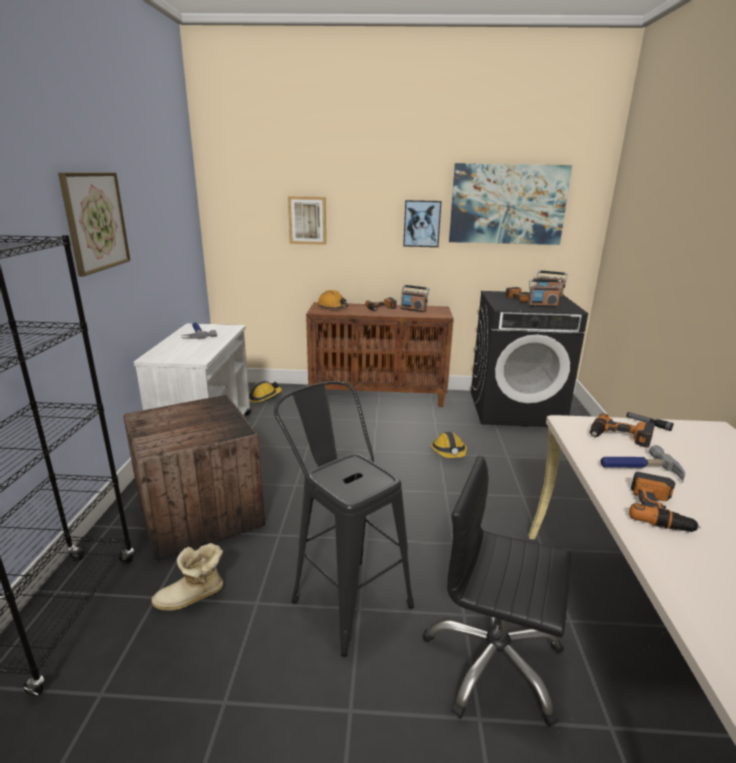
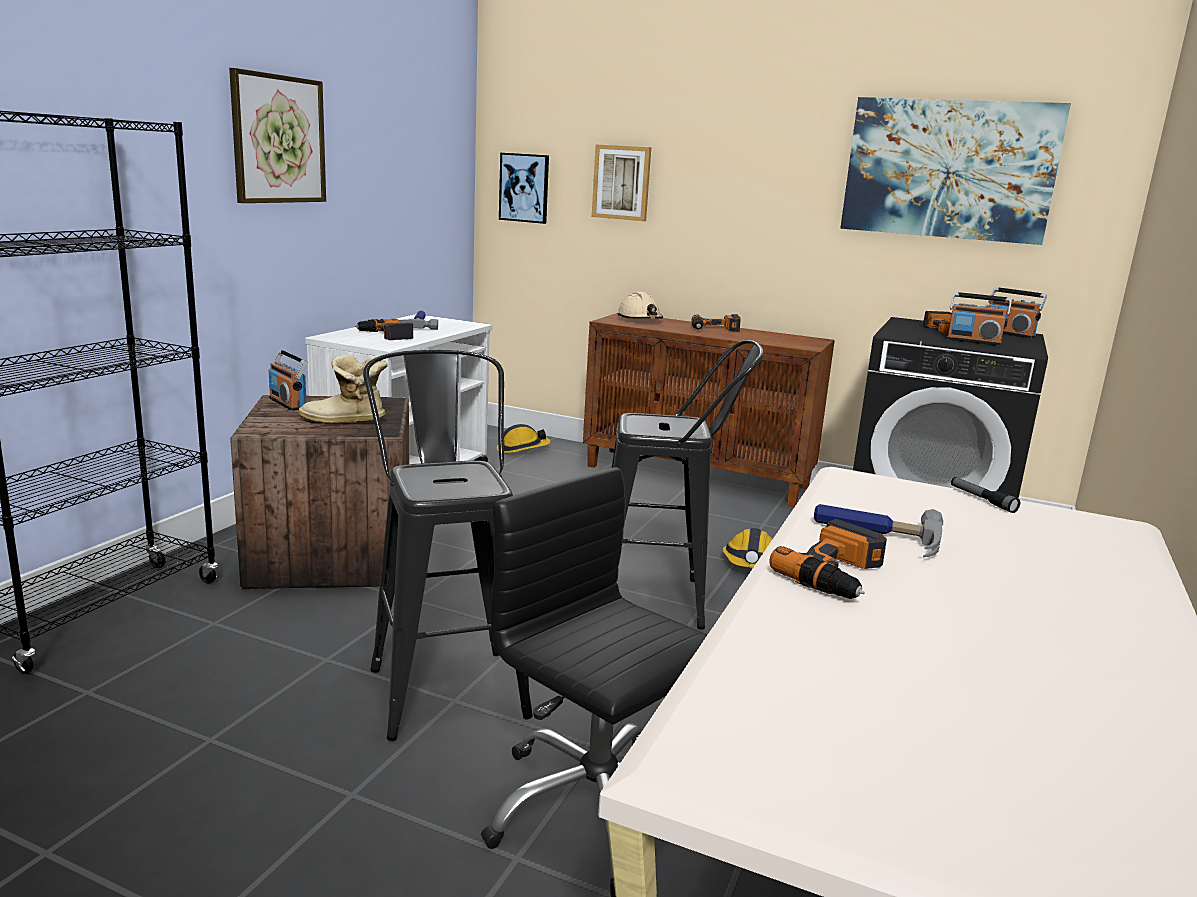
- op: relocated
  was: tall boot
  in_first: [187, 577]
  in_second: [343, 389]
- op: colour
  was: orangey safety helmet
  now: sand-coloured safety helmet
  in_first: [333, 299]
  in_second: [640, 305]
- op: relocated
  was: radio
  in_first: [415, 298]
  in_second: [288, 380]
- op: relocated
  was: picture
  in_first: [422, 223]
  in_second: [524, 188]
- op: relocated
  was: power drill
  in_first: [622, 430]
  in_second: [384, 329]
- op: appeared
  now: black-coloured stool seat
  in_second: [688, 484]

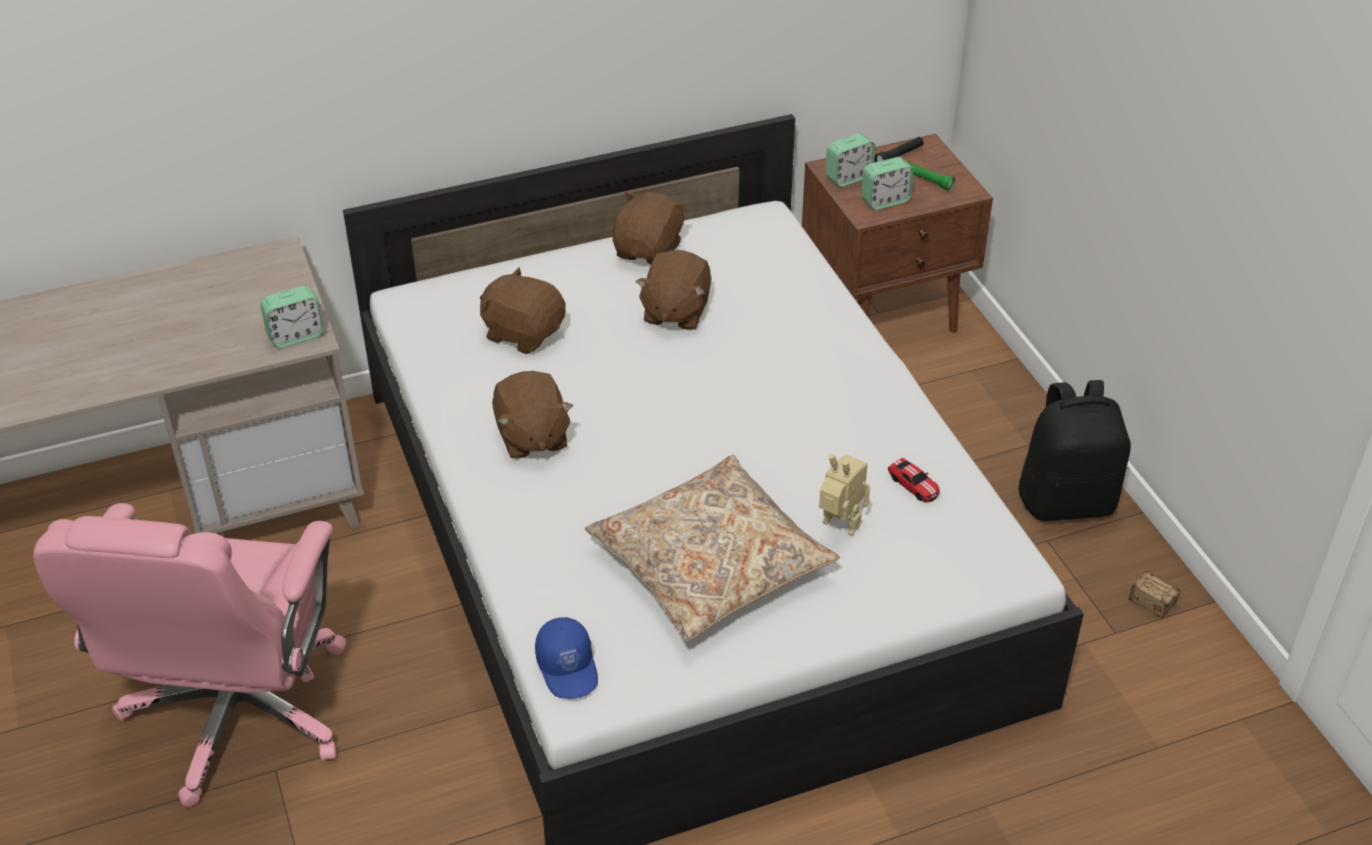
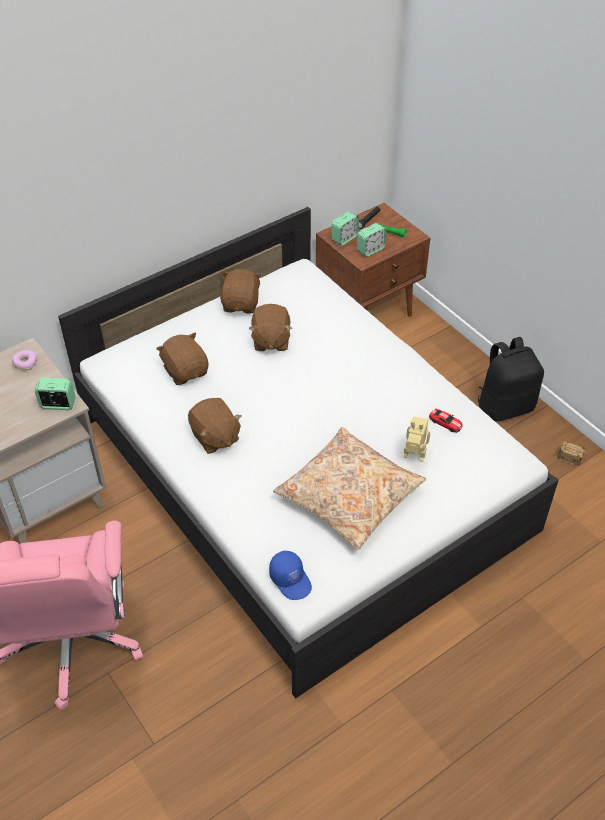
- op: spun
  was: table clock
  in_first: [292, 317]
  in_second: [55, 394]
  clockwise: -135
- op: spun
  was: brown plush toy
  in_first: [523, 310]
  in_second: [182, 359]
  clockwise: 45
- op: appeared
  now: ring doughnut
  in_second: [24, 360]

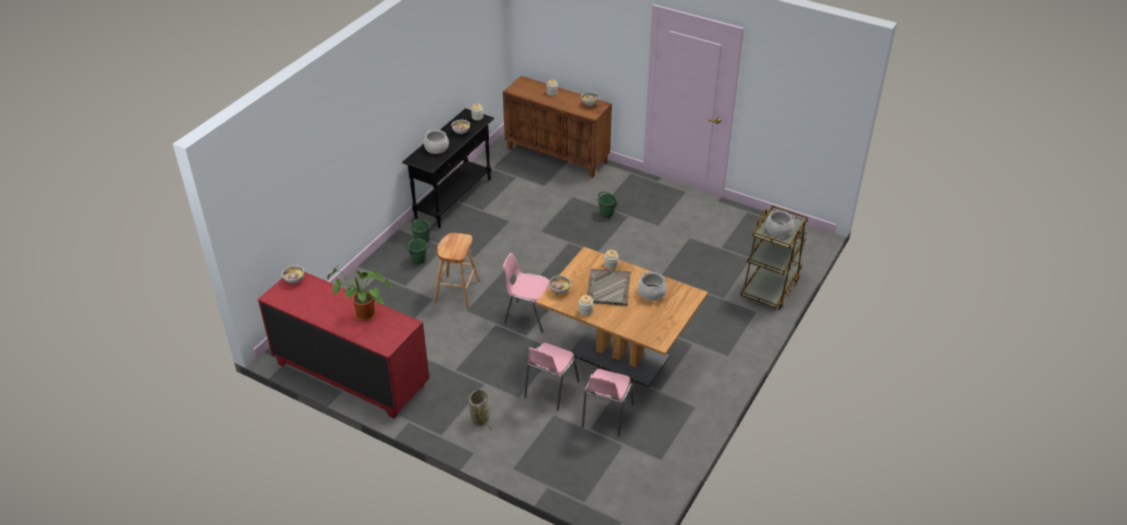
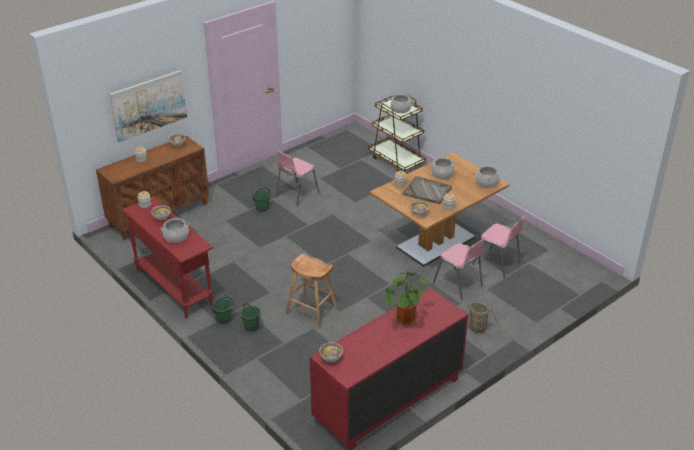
- op: colour
  was: black-coloured console table
  now: red-coloured console table
  in_first: [448, 168]
  in_second: [168, 258]
- op: relocated
  was: pink upright chair
  in_first: [526, 293]
  in_second: [297, 178]
- op: appeared
  now: picture
  in_second: [148, 106]
- op: appeared
  now: stockpot
  in_second: [487, 176]

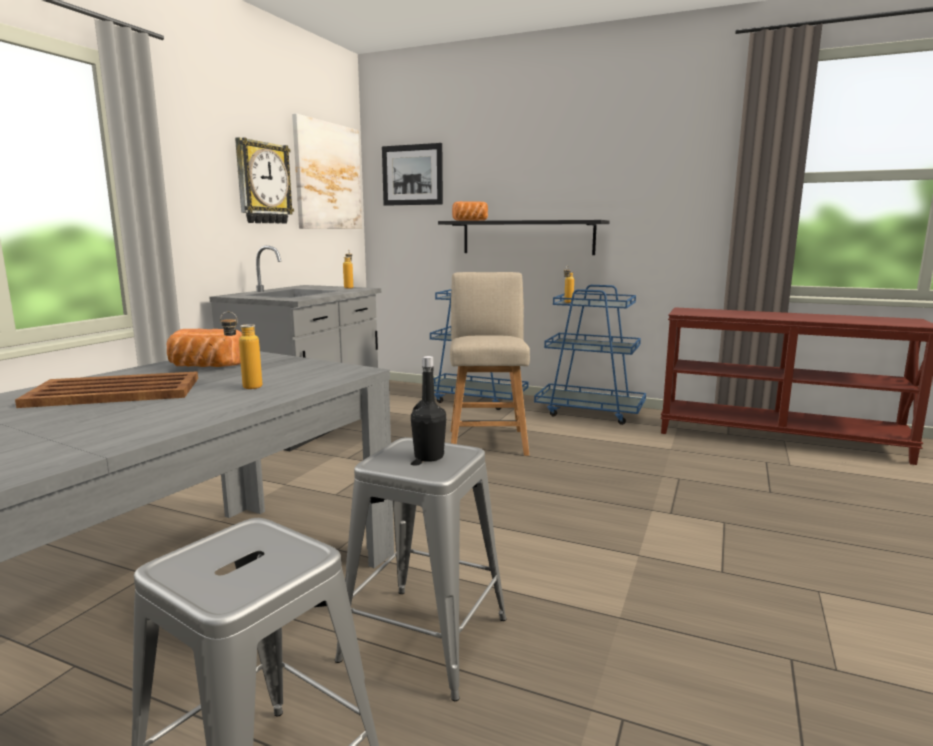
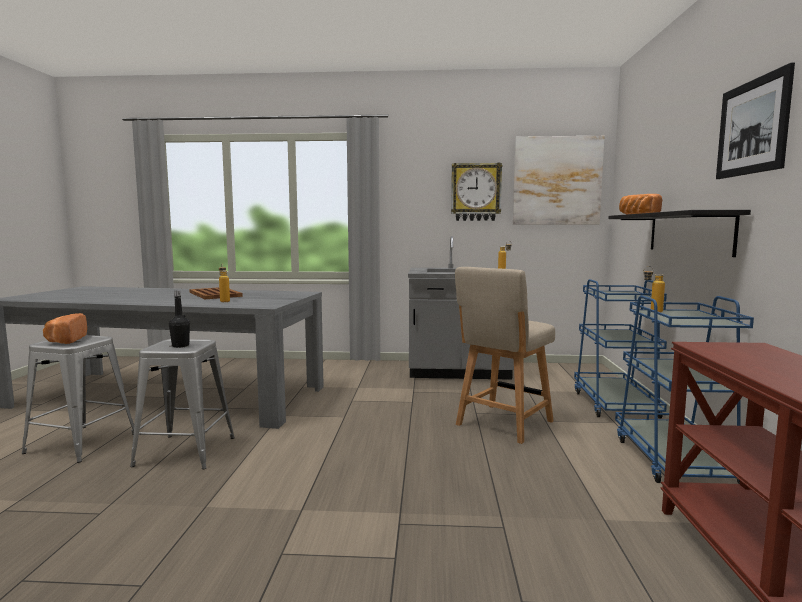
- op: relocated
  was: bread
  in_first: [204, 348]
  in_second: [65, 328]
- op: relocated
  was: picture
  in_first: [412, 174]
  in_second: [755, 120]
- op: spun
  was: sand-coloured upright chair
  in_first: [490, 364]
  in_second: [505, 355]
  clockwise: 150

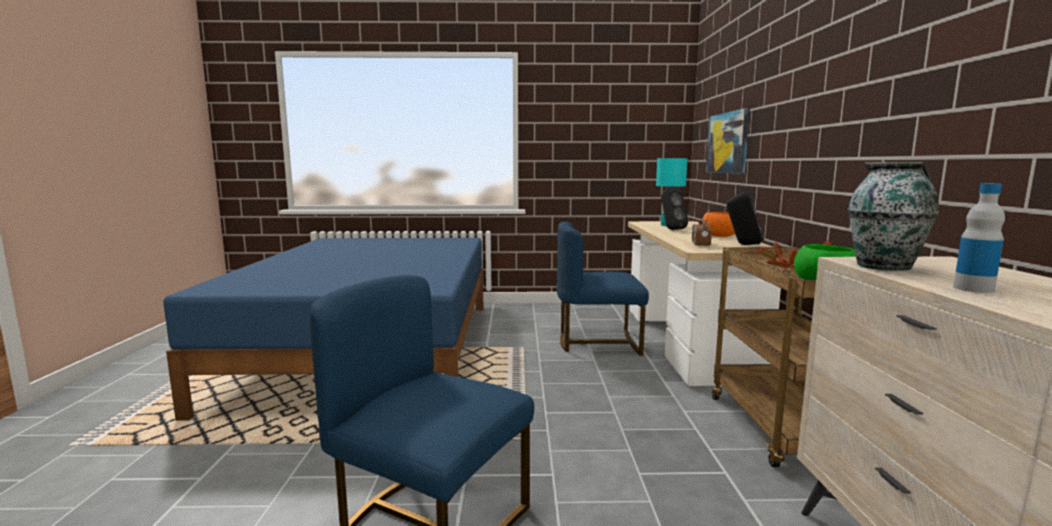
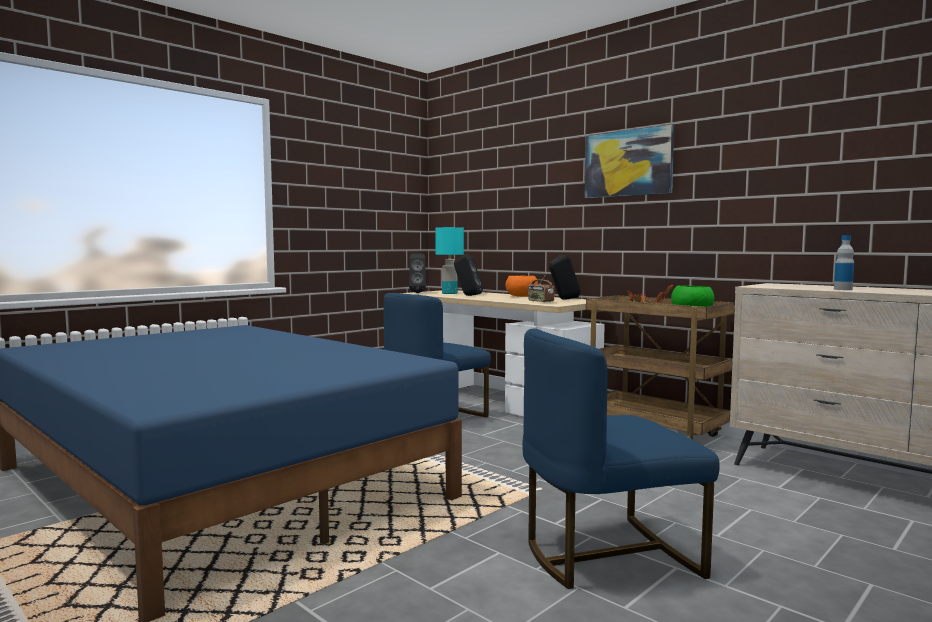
- op: relocated
  was: picture
  in_first: [728, 141]
  in_second: [629, 161]
- op: missing
  was: vase
  in_first: [893, 216]
- op: appeared
  now: black-coloured audio speaker
  in_second: [417, 273]

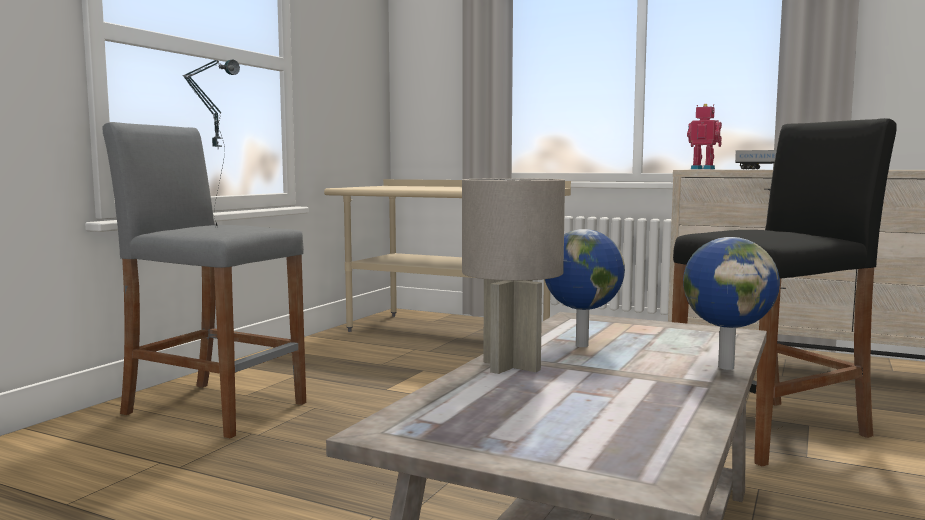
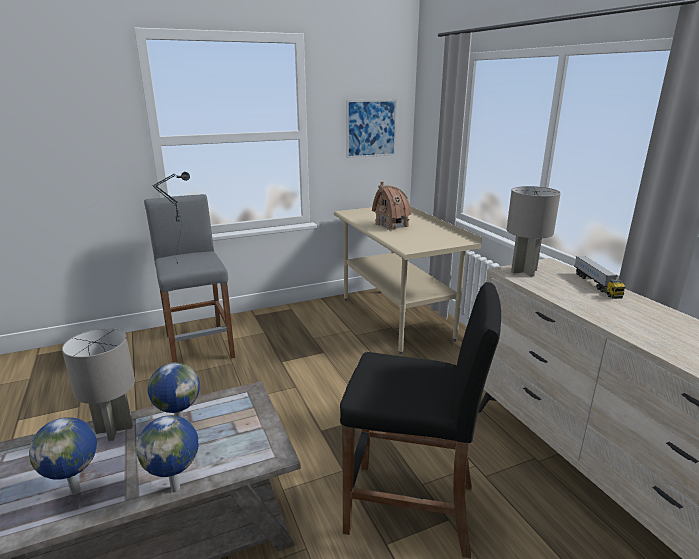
- op: exchanged
  was: robot figure
  now: grey lamp for a table
  in_first: [704, 136]
  in_second: [534, 231]
- op: appeared
  now: world globe
  in_second: [63, 456]
- op: appeared
  now: picture
  in_second: [371, 128]
- op: appeared
  now: miniature house
  in_second: [391, 206]

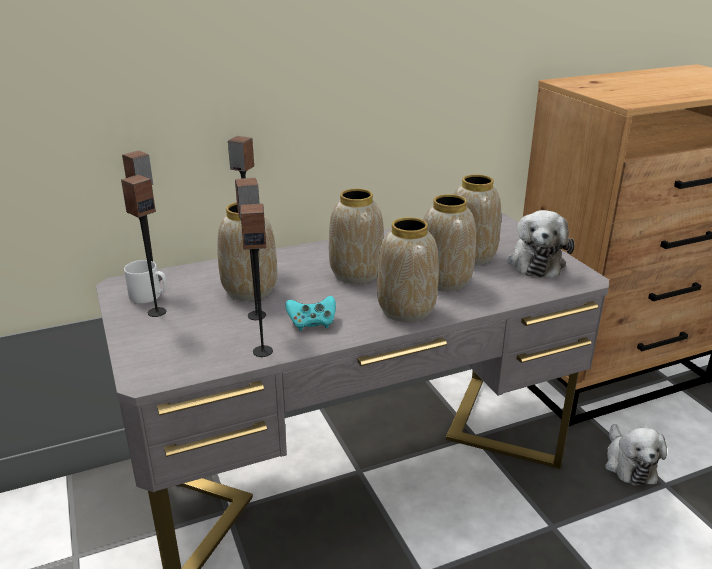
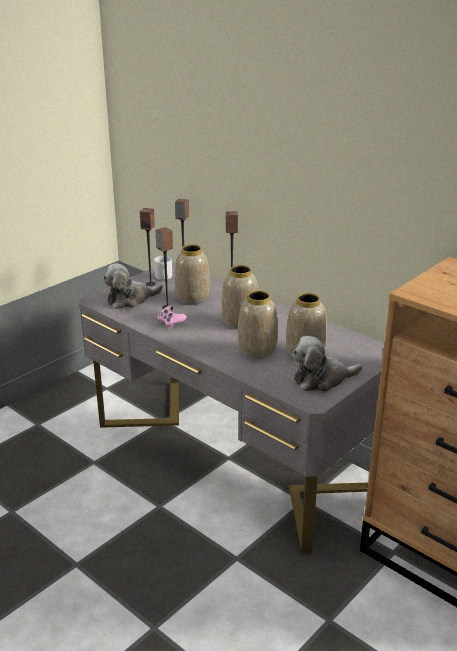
- op: missing
  was: audio speaker
  in_first: [257, 280]
- op: colour
  was: turquoise-coloured joypad
  now: pink joypad
  in_first: [310, 313]
  in_second: [172, 317]
- op: missing
  was: vase
  in_first: [408, 269]
- op: relocated
  was: plush toy
  in_first: [636, 455]
  in_second: [133, 286]

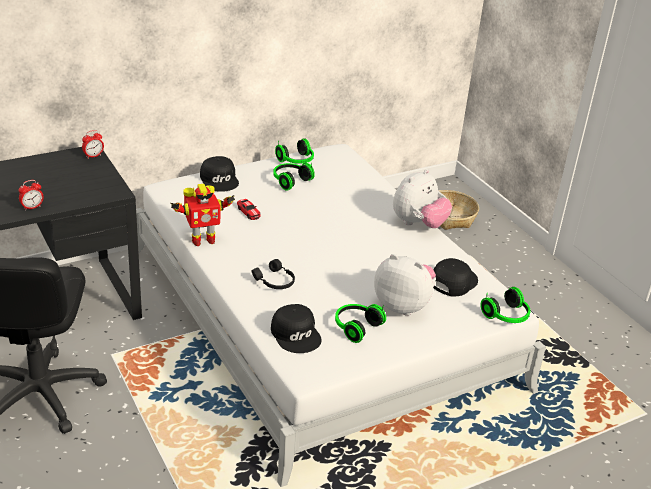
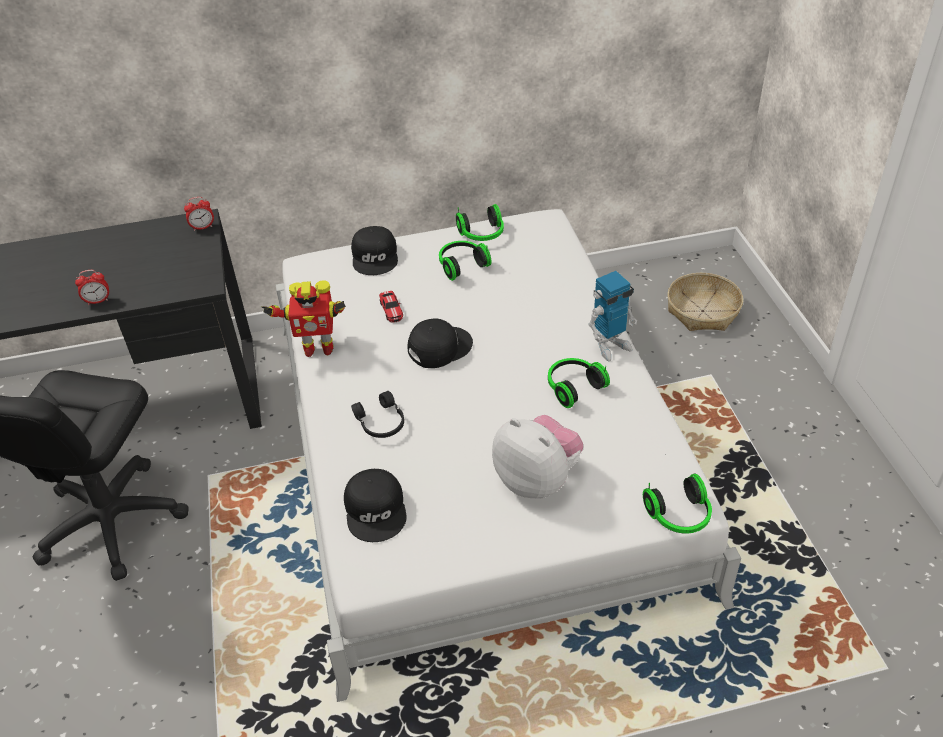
- op: relocated
  was: headset
  in_first: [360, 323]
  in_second: [579, 383]
- op: exchanged
  was: plush toy
  now: robot figure
  in_first: [422, 198]
  in_second: [612, 316]
- op: relocated
  was: black-coloured cap
  in_first: [455, 277]
  in_second: [440, 343]

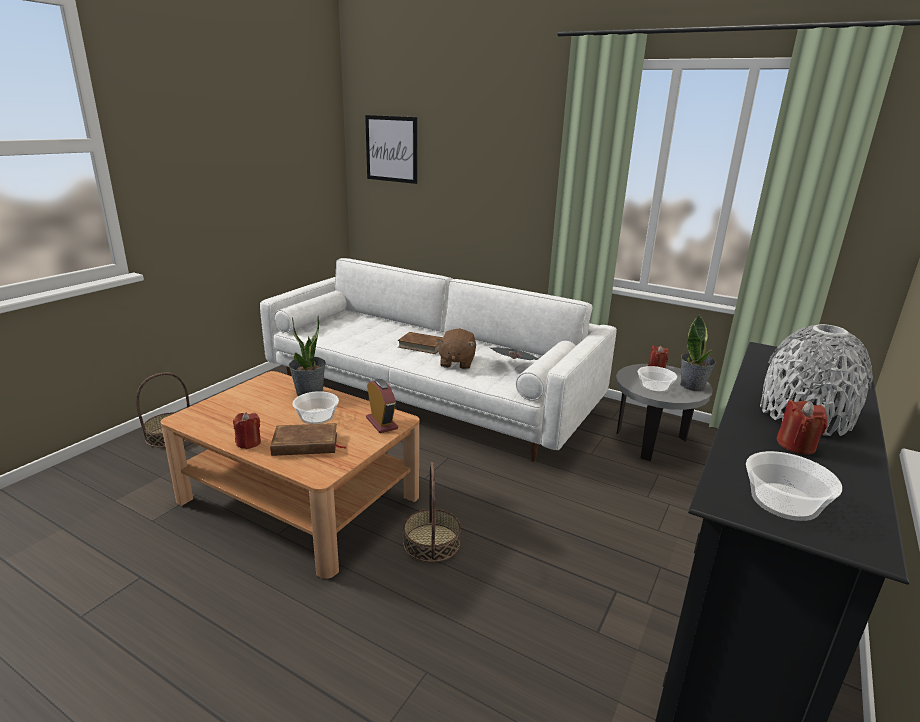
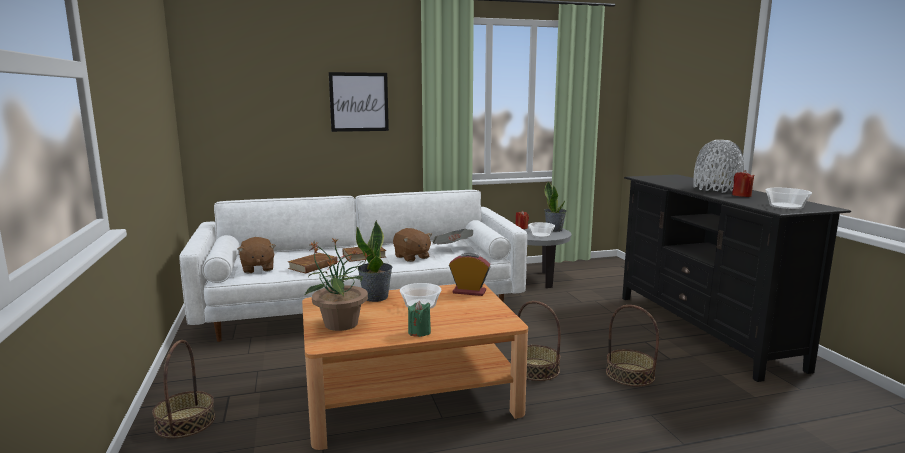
- op: colour
  was: red-coloured wax candle
  now: green wax candle
  in_first: [247, 430]
  in_second: [419, 319]
- op: relocated
  was: brown book
  in_first: [308, 439]
  in_second: [313, 263]
- op: relocated
  was: picture
  in_first: [391, 149]
  in_second: [359, 102]
- op: appeared
  now: brown plush toy
  in_second: [256, 255]
- op: appeared
  now: potted plant
  in_second: [338, 285]
- op: appeared
  now: basket
  in_second: [632, 345]

